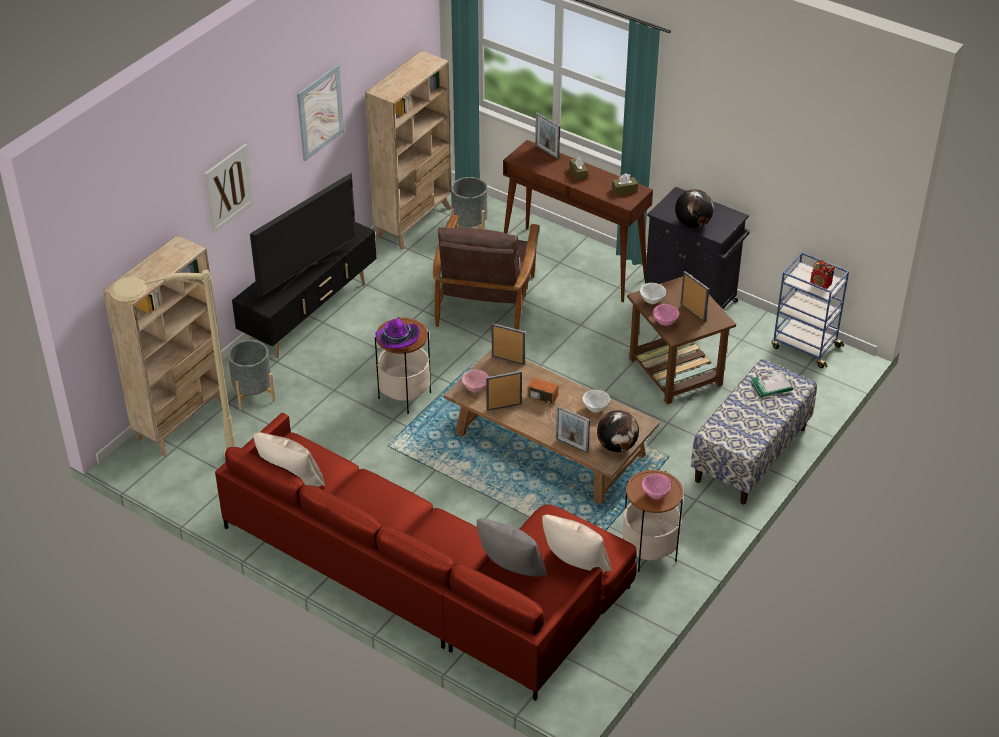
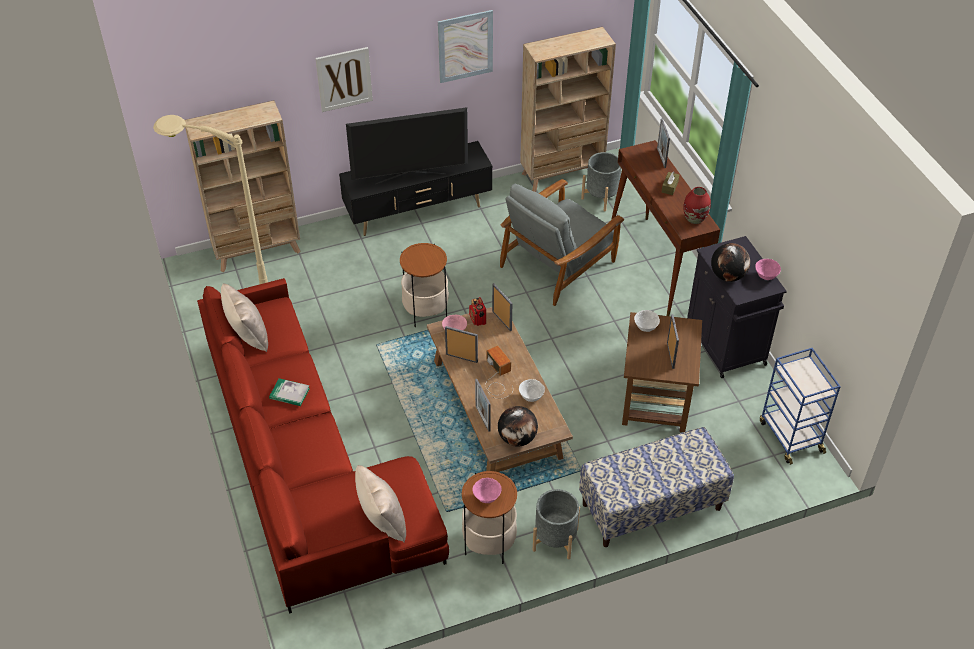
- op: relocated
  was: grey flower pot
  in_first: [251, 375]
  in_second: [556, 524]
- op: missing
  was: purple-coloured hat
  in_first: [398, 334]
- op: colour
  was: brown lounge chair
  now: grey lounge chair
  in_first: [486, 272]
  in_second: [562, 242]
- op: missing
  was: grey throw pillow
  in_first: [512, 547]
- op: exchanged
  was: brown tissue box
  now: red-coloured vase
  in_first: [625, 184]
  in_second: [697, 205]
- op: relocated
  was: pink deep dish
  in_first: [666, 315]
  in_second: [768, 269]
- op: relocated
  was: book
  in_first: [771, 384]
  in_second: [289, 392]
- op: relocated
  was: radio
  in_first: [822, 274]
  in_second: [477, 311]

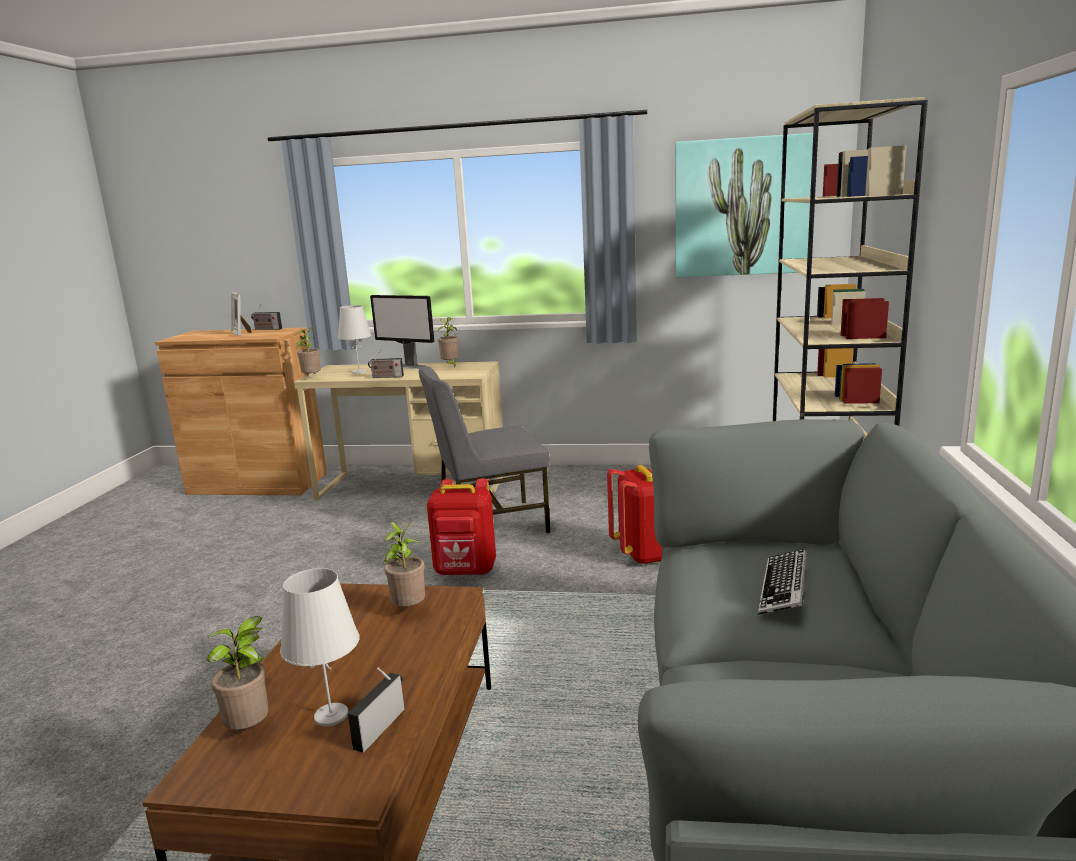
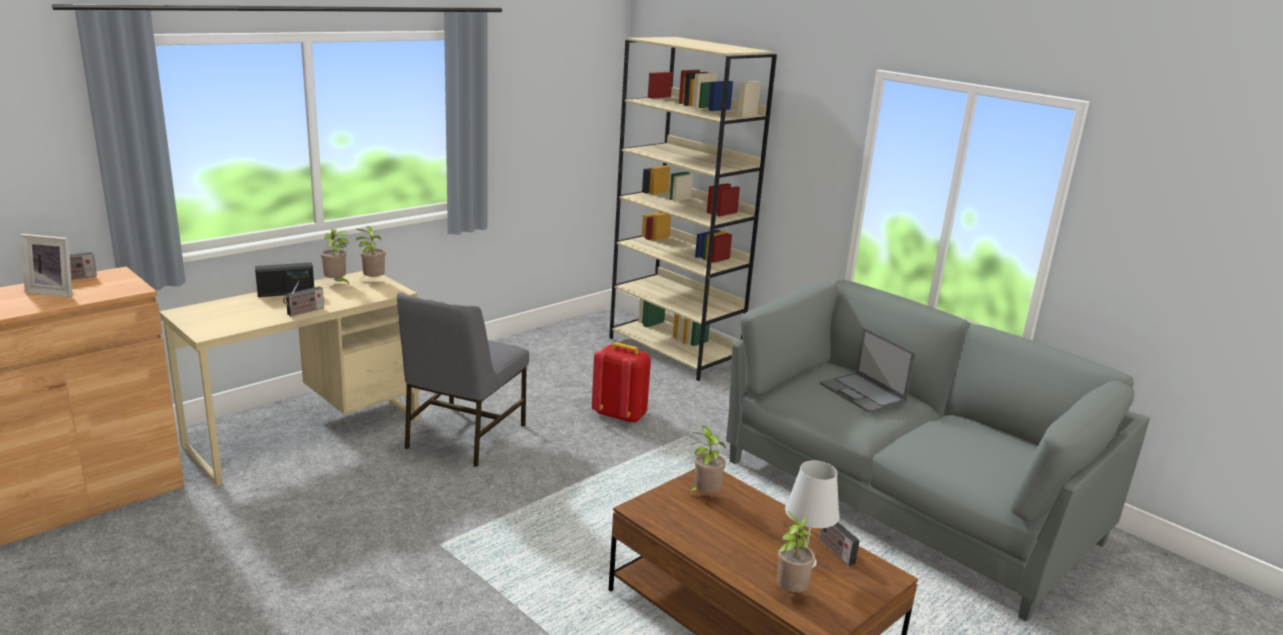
- op: relocated
  was: potted plant
  in_first: [308, 352]
  in_second: [370, 252]
- op: missing
  was: white lamp for a table
  in_first: [355, 339]
- op: exchanged
  was: computer display
  now: radio
  in_first: [402, 332]
  in_second: [284, 279]
- op: missing
  was: red-coloured backpack
  in_first: [461, 526]
- op: missing
  was: picture
  in_first: [744, 205]
- op: exchanged
  was: keyboard
  now: portable computer
  in_first: [782, 582]
  in_second: [868, 370]

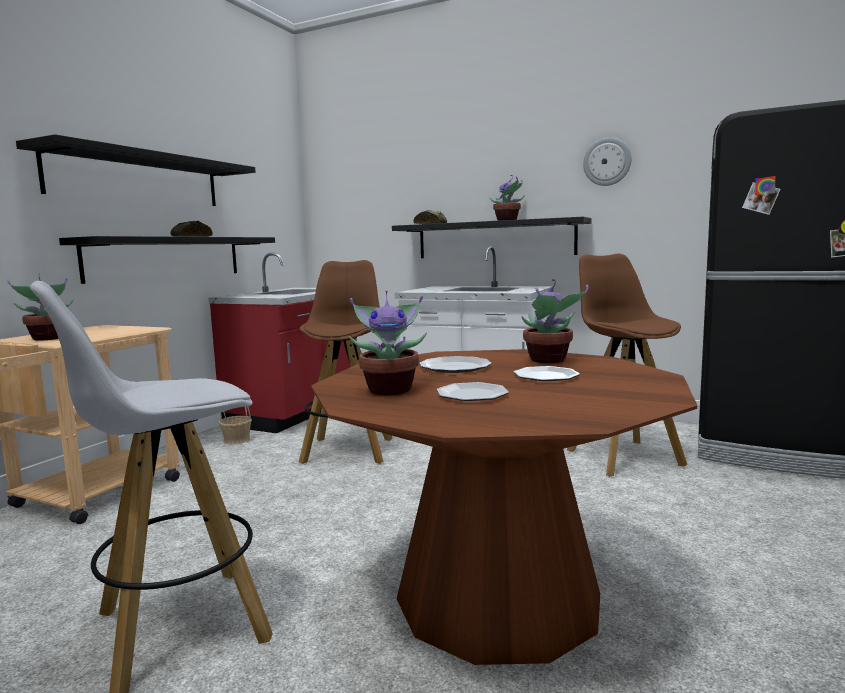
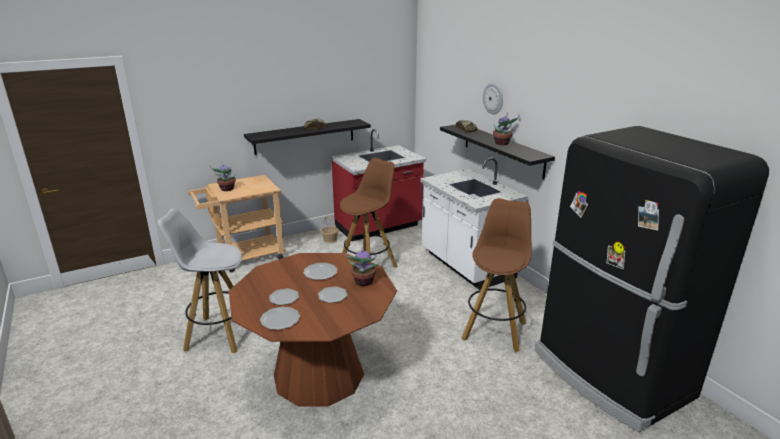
- op: missing
  was: black-coloured wall shelf
  in_first: [136, 170]
- op: missing
  was: potted plant
  in_first: [388, 343]
- op: relocated
  was: clock on the wall
  in_first: [607, 161]
  in_second: [493, 98]
- op: appeared
  now: flat dish
  in_second: [280, 318]

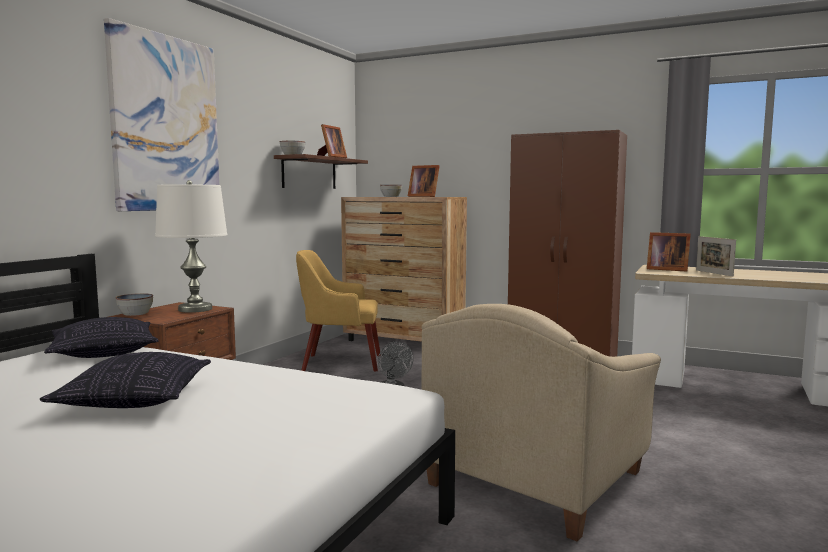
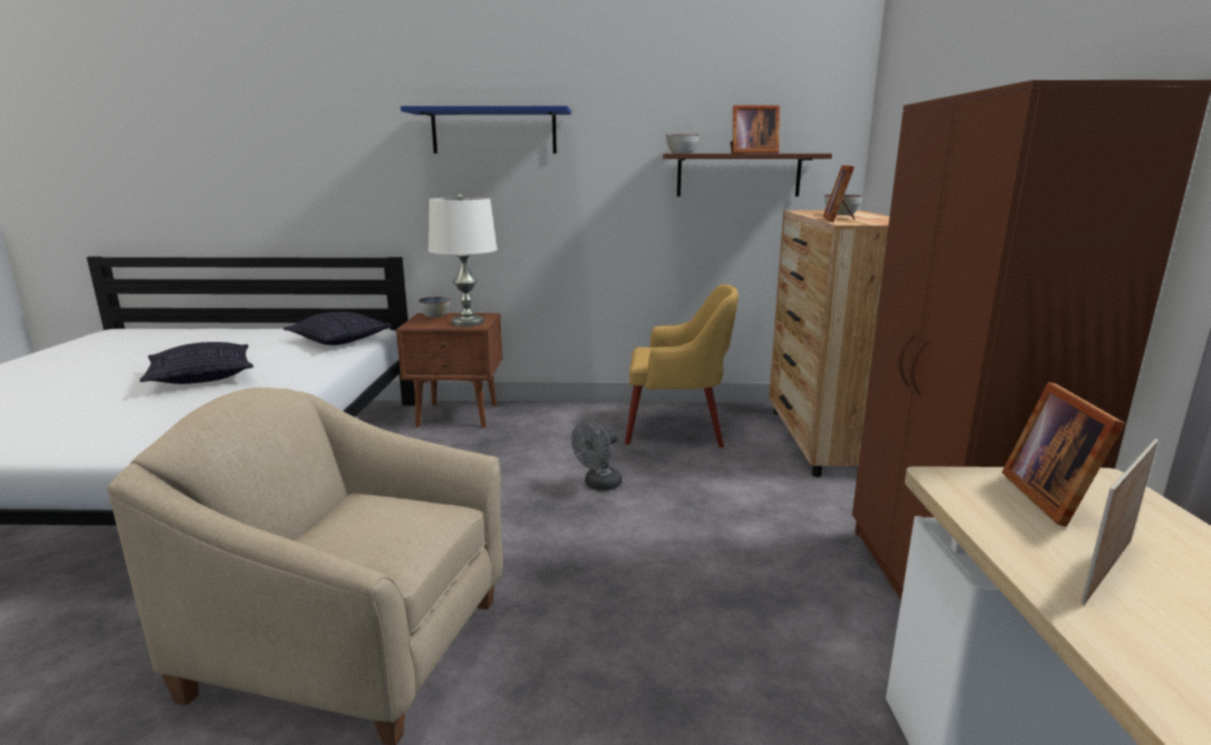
- op: exchanged
  was: picture
  now: blue wall shelf
  in_first: [161, 114]
  in_second: [485, 129]
- op: spun
  was: yellowish lounge chair
  in_first: [338, 310]
  in_second: [681, 366]
  clockwise: 120

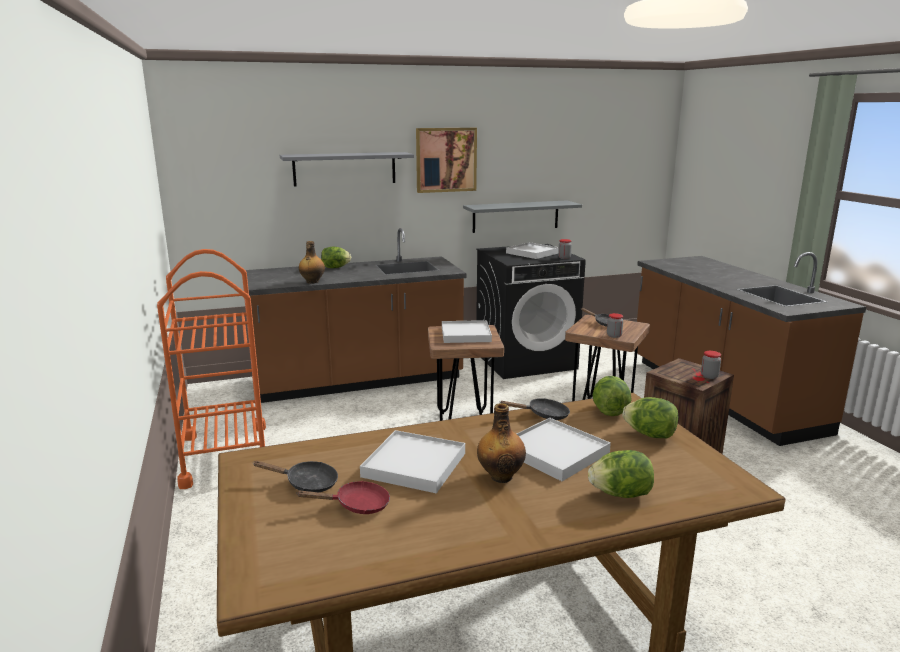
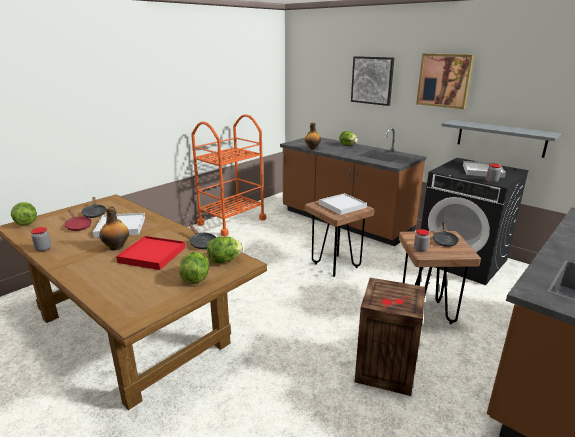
- op: exchanged
  was: grey wall shelf
  now: picture
  in_first: [347, 169]
  in_second: [373, 81]
- op: colour
  was: white serving tray
  now: red-coloured serving tray
  in_first: [564, 449]
  in_second: [150, 253]
- op: relocated
  was: head of lettuce
  in_first: [621, 474]
  in_second: [24, 213]
- op: relocated
  was: preserve jar
  in_first: [711, 365]
  in_second: [41, 239]

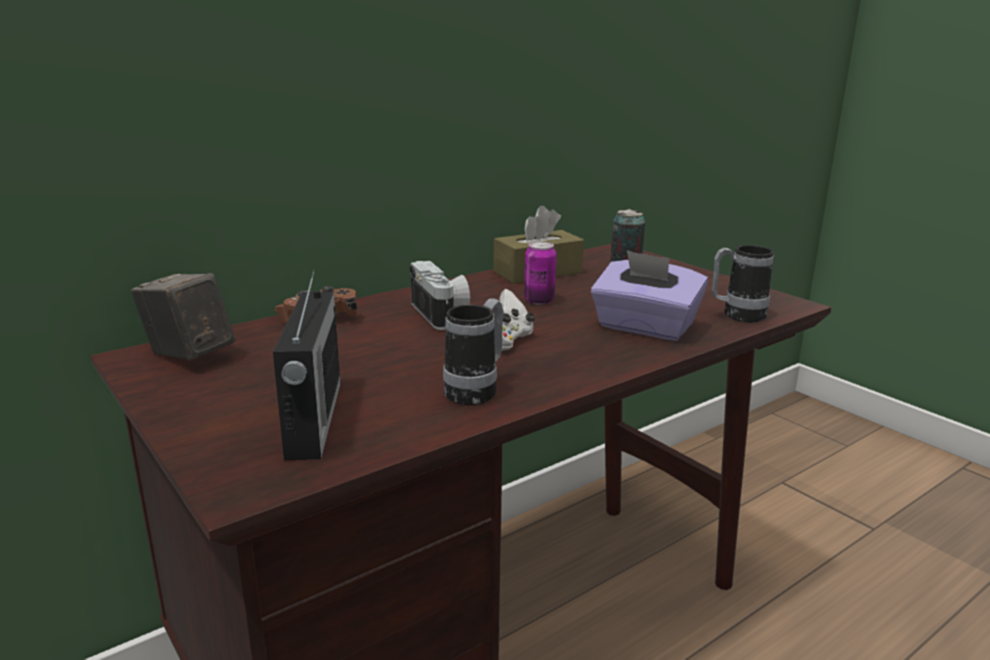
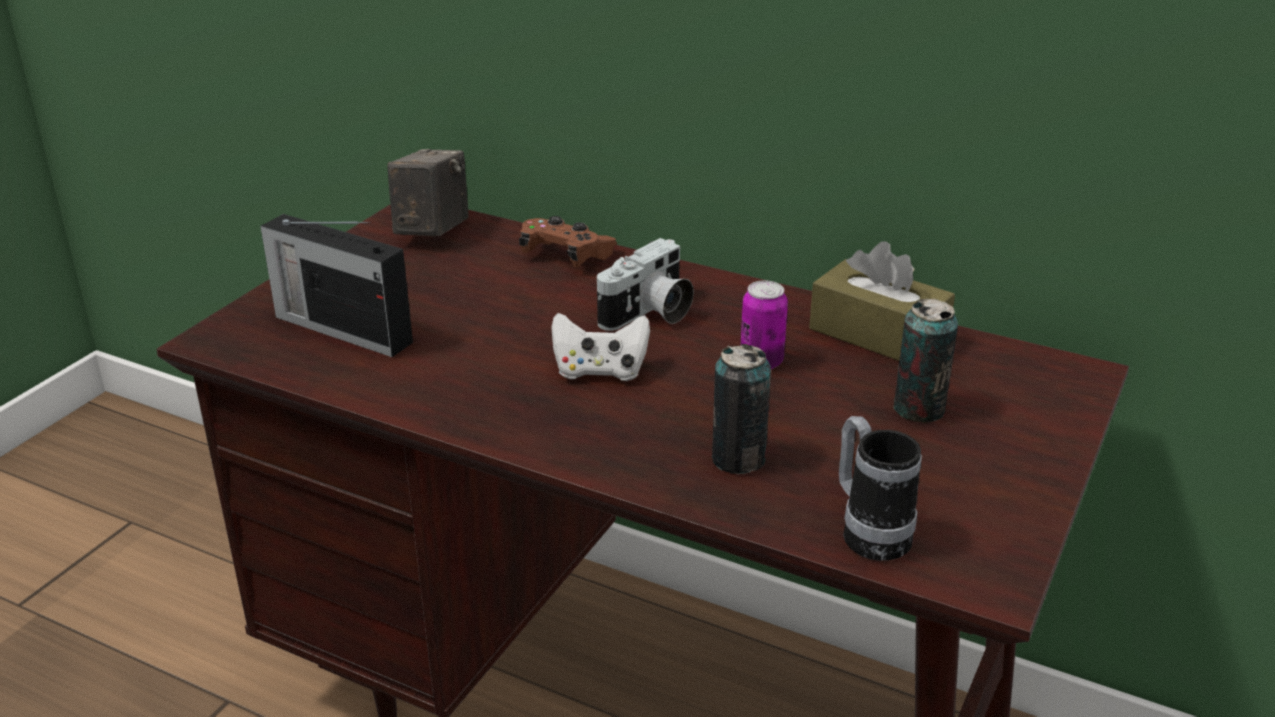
- op: spun
  was: radio
  in_first: [306, 364]
  in_second: [336, 285]
  clockwise: 60
- op: missing
  was: tea mug
  in_first: [473, 351]
- op: exchanged
  was: purple-coloured tissue box
  now: can
  in_first: [649, 295]
  in_second: [741, 409]

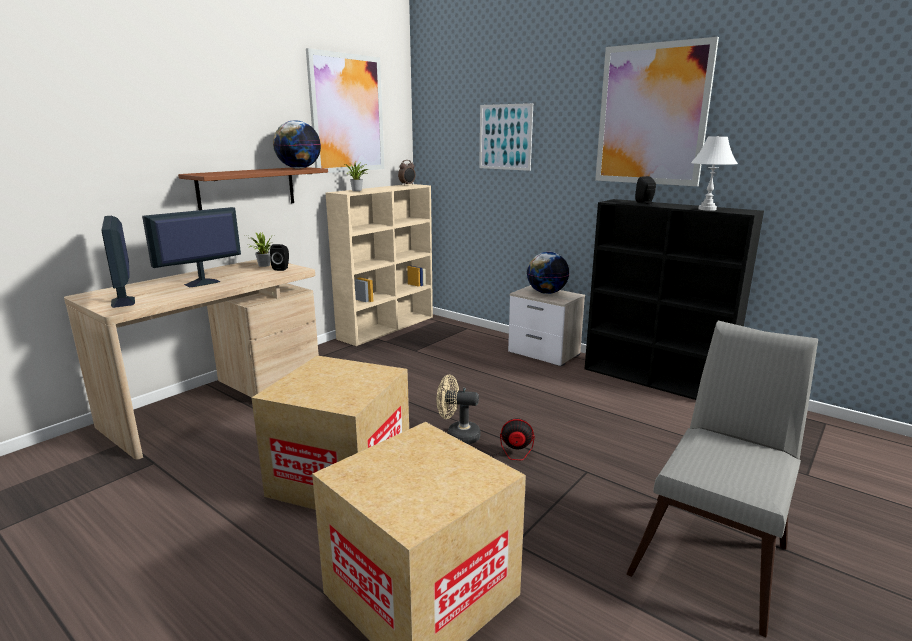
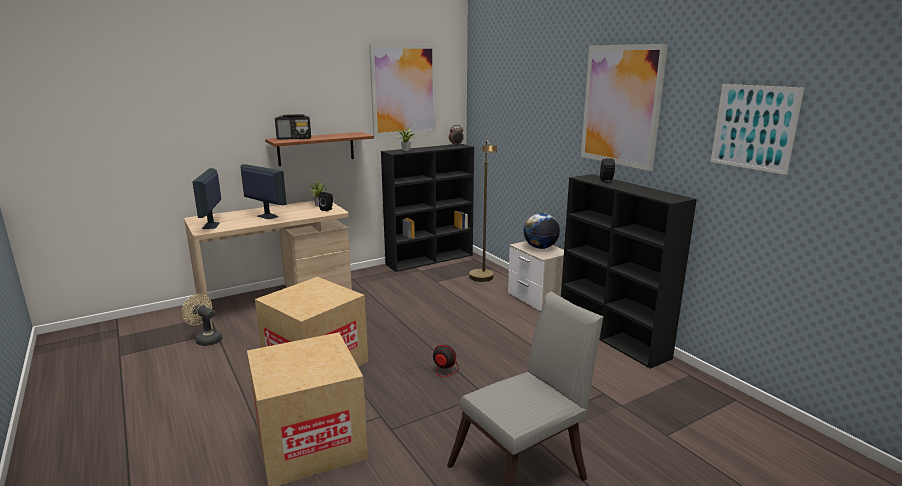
- op: spun
  was: computer display
  in_first: [191, 247]
  in_second: [264, 191]
  clockwise: 60
- op: missing
  was: world globe
  in_first: [297, 144]
- op: colour
  was: sand-coloured bookshelf
  now: black-coloured bookshelf
  in_first: [379, 265]
  in_second: [427, 208]
- op: relocated
  was: sand-coloured cooling fan
  in_first: [459, 409]
  in_second: [202, 320]
- op: relocated
  was: picture
  in_first: [506, 137]
  in_second: [757, 129]
- op: missing
  was: white lamp for a table
  in_first: [714, 173]
- op: appeared
  now: radio
  in_second: [293, 127]
- op: appeared
  now: brown floor lamp
  in_second: [483, 211]

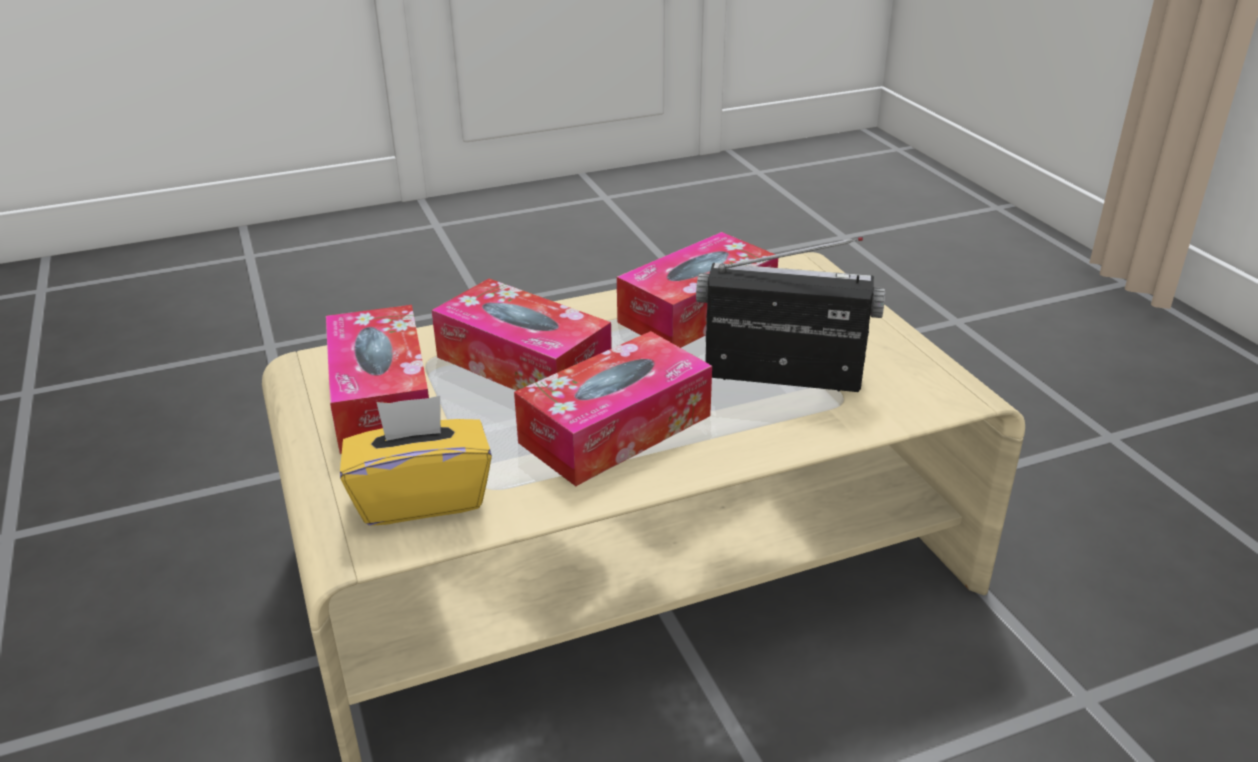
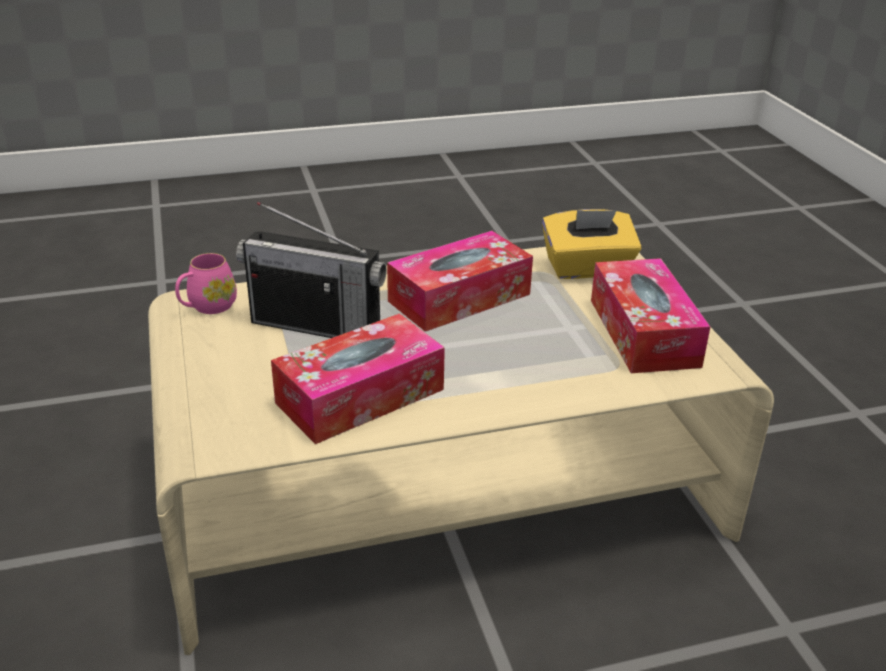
- op: missing
  was: tissue box
  in_first: [521, 334]
- op: appeared
  now: pink tea mug
  in_second: [206, 283]

